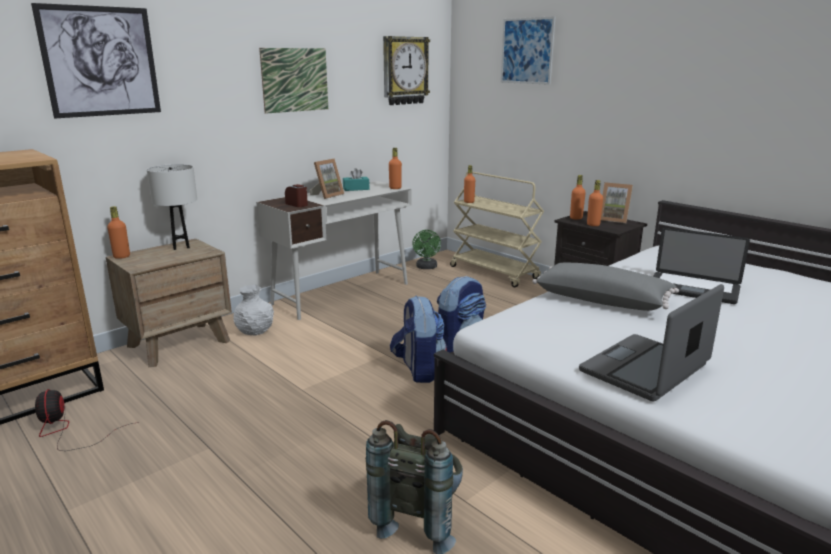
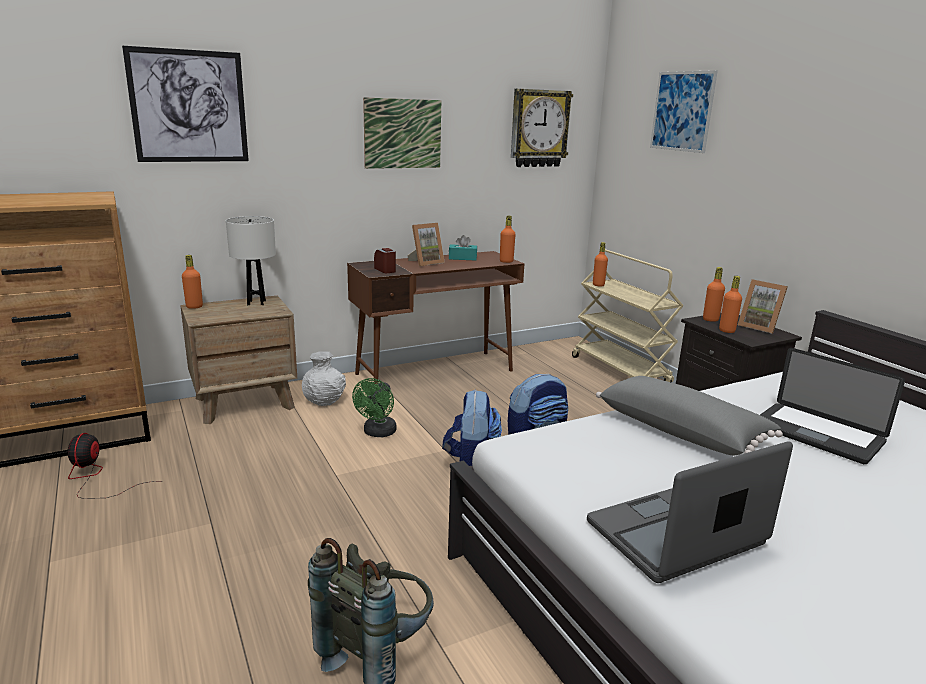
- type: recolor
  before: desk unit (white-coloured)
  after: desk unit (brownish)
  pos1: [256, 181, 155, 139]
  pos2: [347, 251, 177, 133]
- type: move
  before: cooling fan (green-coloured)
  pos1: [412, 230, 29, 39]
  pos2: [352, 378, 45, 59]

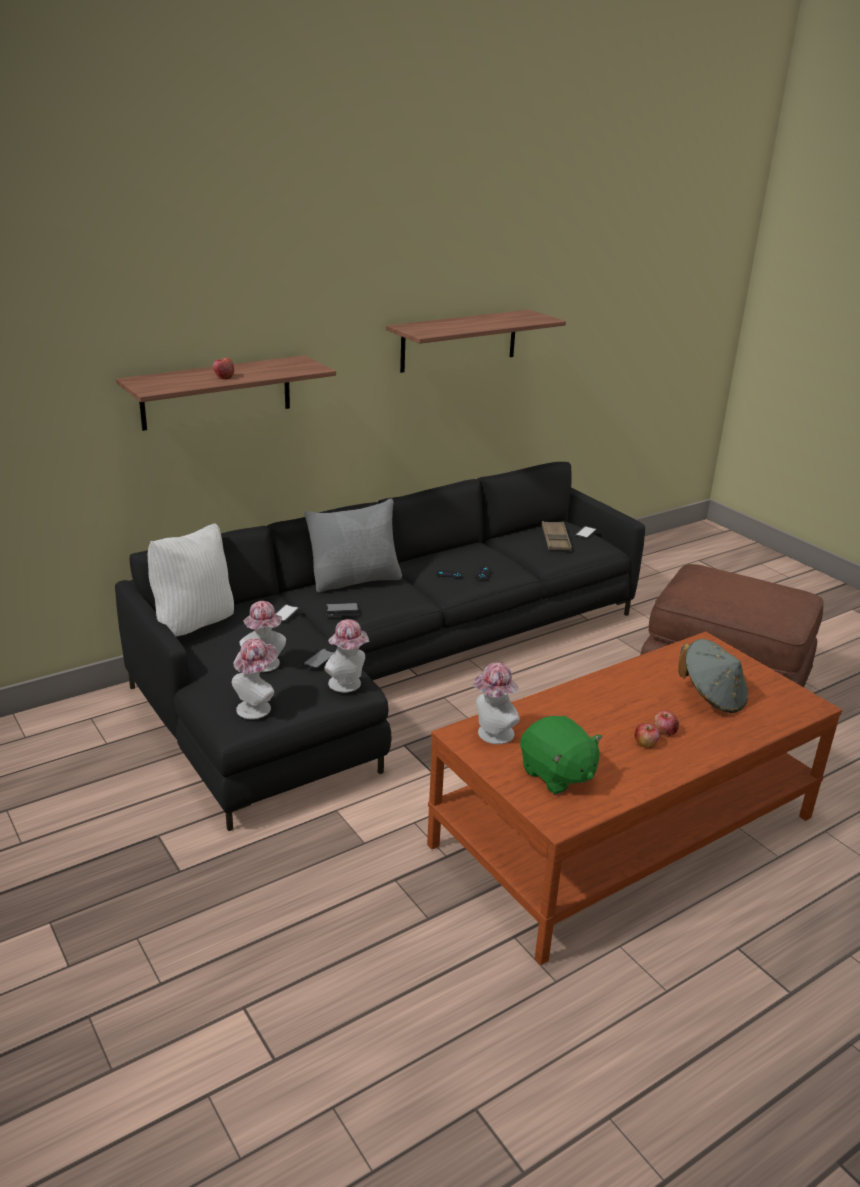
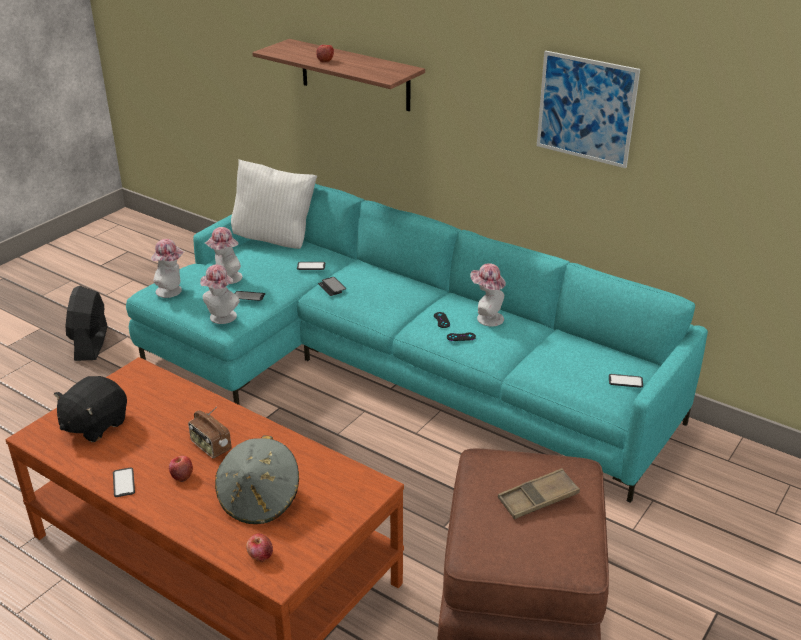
- type: replace
  before: bracket shelf
  after: wall art
  pos1: [386, 310, 180, 63]
  pos2: [537, 51, 103, 117]
- type: recolor
  before: settee (black)
  after: settee (blue-green)
  pos1: [115, 462, 530, 369]
  pos2: [126, 184, 582, 319]
- type: delete
  before: cushion (grey)
  pos1: [304, 499, 98, 94]
- type: move
  before: tray (brownish)
  pos1: [542, 521, 30, 30]
  pos2: [498, 468, 82, 51]
- type: move
  before: clothing hat
  pos1: [472, 663, 48, 81]
  pos2: [470, 263, 36, 63]
- type: recolor
  before: plush toy (green-coloured)
  after: plush toy (black)
  pos1: [520, 716, 83, 78]
  pos2: [54, 376, 73, 66]
- type: move
  before: whole apple
  pos1: [634, 723, 26, 25]
  pos2: [246, 533, 27, 30]
- type: insert
  after: cooling fan (black)
  pos2: [66, 286, 41, 75]
- type: insert
  after: radio receiver
  pos2: [188, 407, 44, 52]
- type: insert
  after: telephone
  pos2: [113, 467, 22, 30]

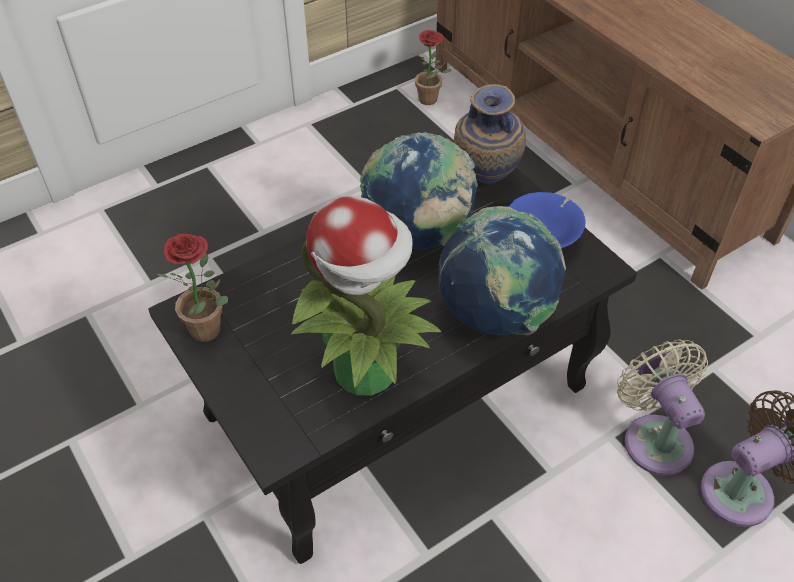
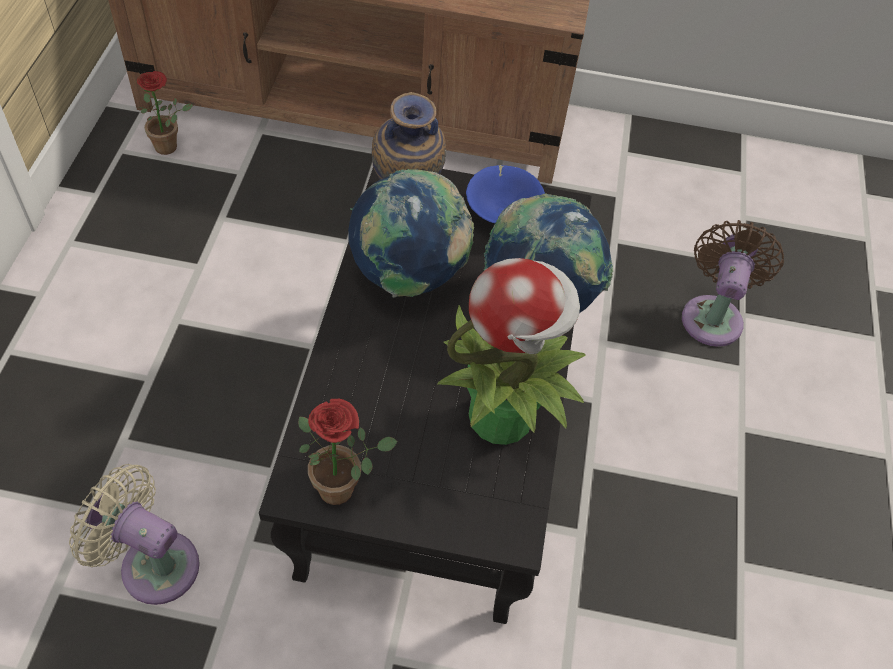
- type: move
  before: cooling fan (sand-coloured)
  pos1: [617, 339, 91, 137]
  pos2: [69, 464, 131, 141]

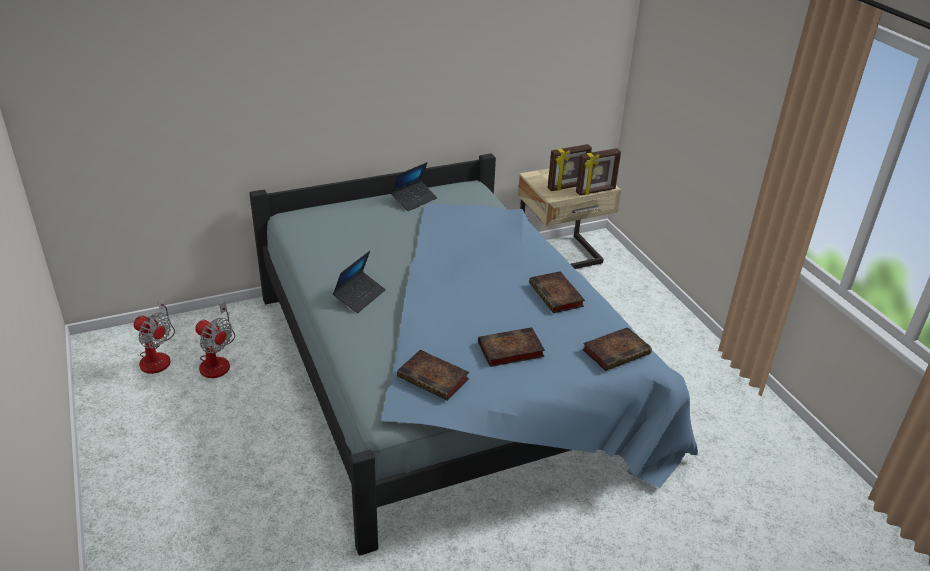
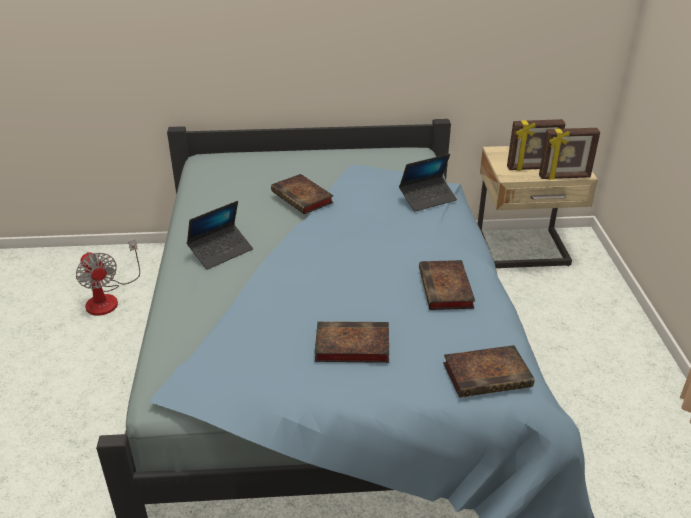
- type: move
  before: laptop
  pos1: [391, 162, 46, 49]
  pos2: [399, 154, 58, 58]
- type: delete
  before: cooling fan
  pos1: [134, 297, 41, 77]
- type: move
  before: book
  pos1: [397, 350, 72, 51]
  pos2: [271, 174, 63, 40]

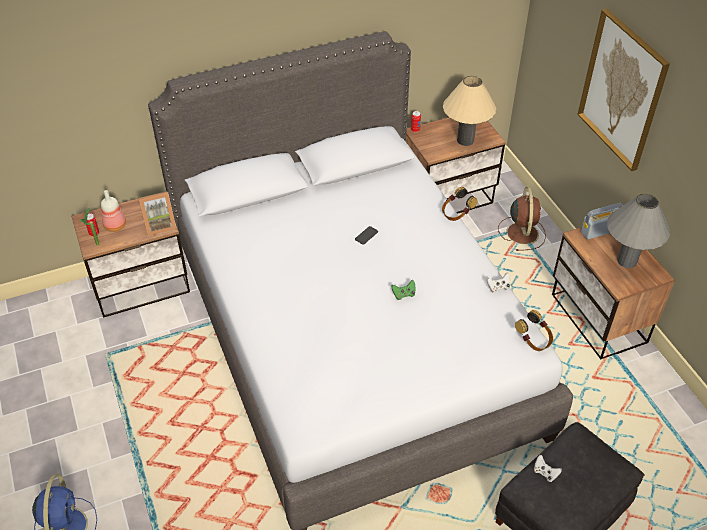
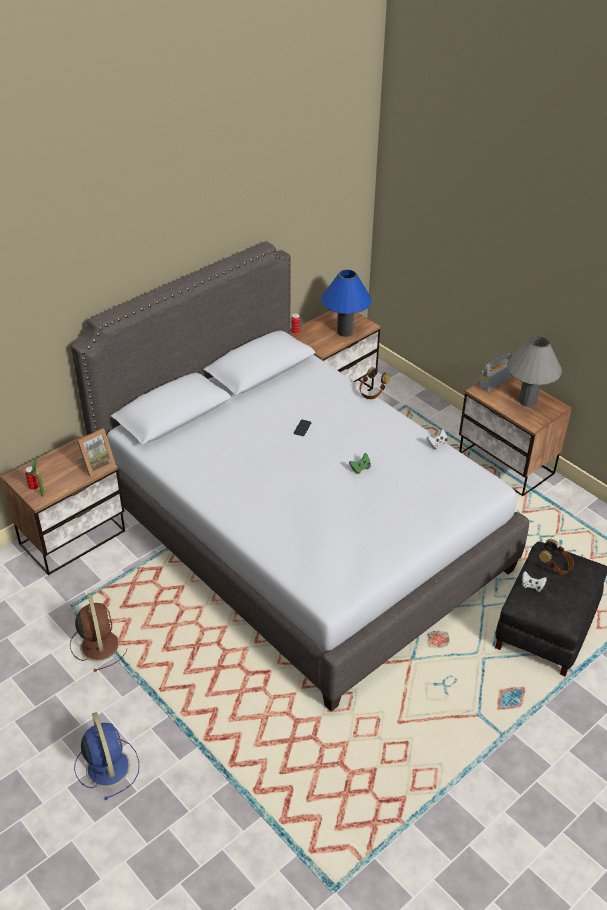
- type: delete
  before: wall art
  pos1: [577, 9, 93, 162]
- type: recolor
  before: tabletop lamp (sand-coloured)
  after: tabletop lamp (bluish)
  pos1: [443, 76, 53, 70]
  pos2: [321, 269, 51, 68]
- type: move
  before: cooling fan (brownish)
  pos1: [498, 187, 48, 64]
  pos2: [70, 593, 57, 79]
- type: delete
  before: beverage bottle
  pos1: [101, 190, 25, 42]
- type: move
  before: headset
  pos1: [515, 310, 38, 41]
  pos2: [539, 539, 35, 36]

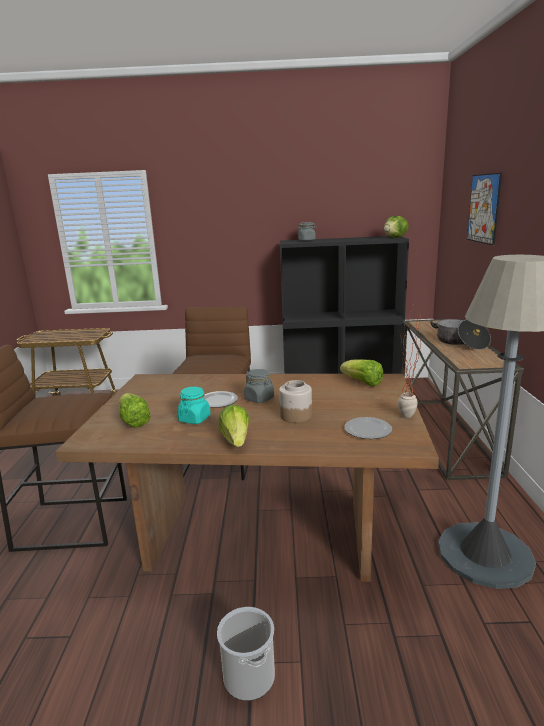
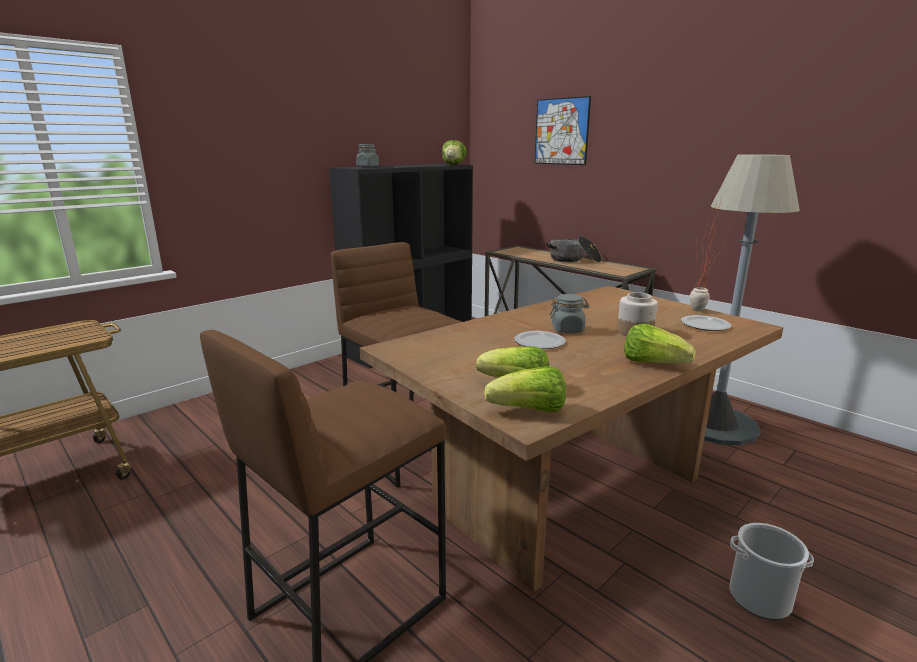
- type: move
  before: lettuce
  pos1: [340, 359, 43, 27]
  pos2: [484, 366, 82, 47]
- type: delete
  before: storage jar (blue-green)
  pos1: [177, 387, 34, 37]

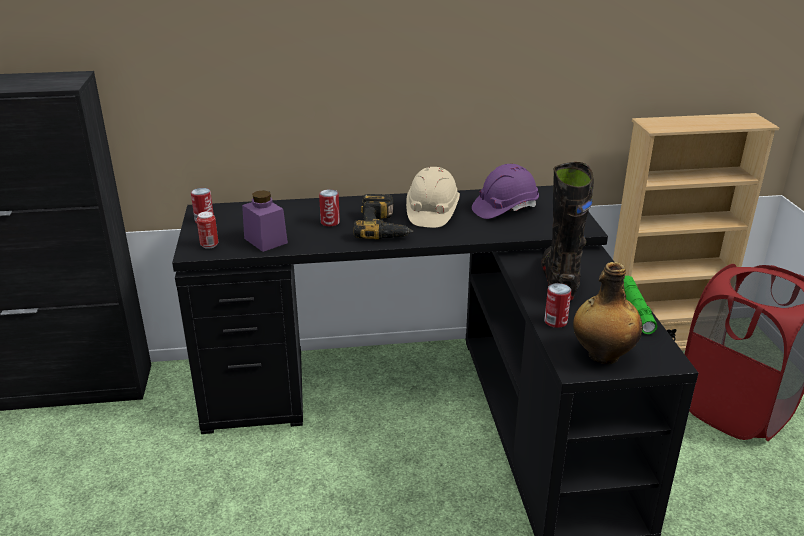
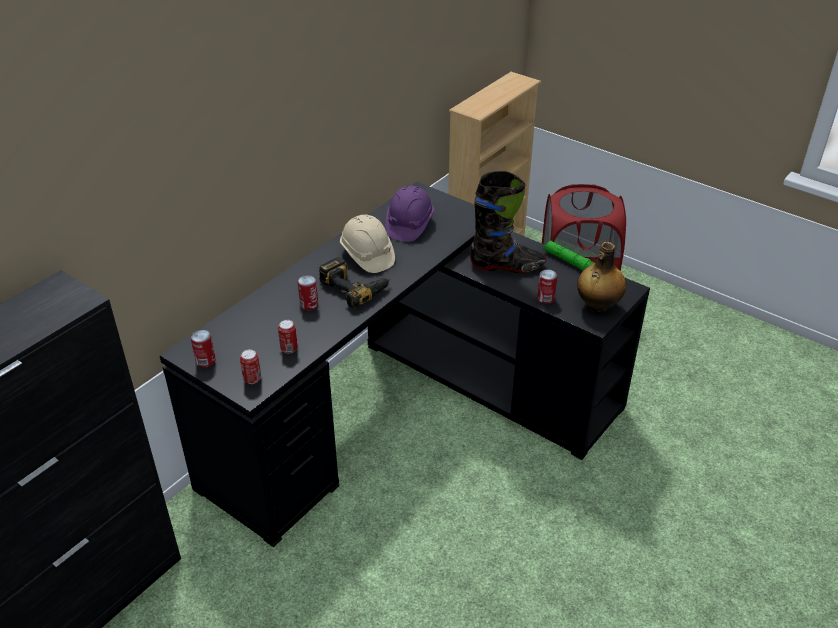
- type: rotate
  before: tall boot (black)
  pos1: [541, 162, 53, 138]
  pos2: [470, 171, 76, 102]
  turn: 135
- type: replace
  before: storage jar (purplish)
  after: sealed can
  pos1: [242, 190, 46, 62]
  pos2: [278, 320, 20, 34]

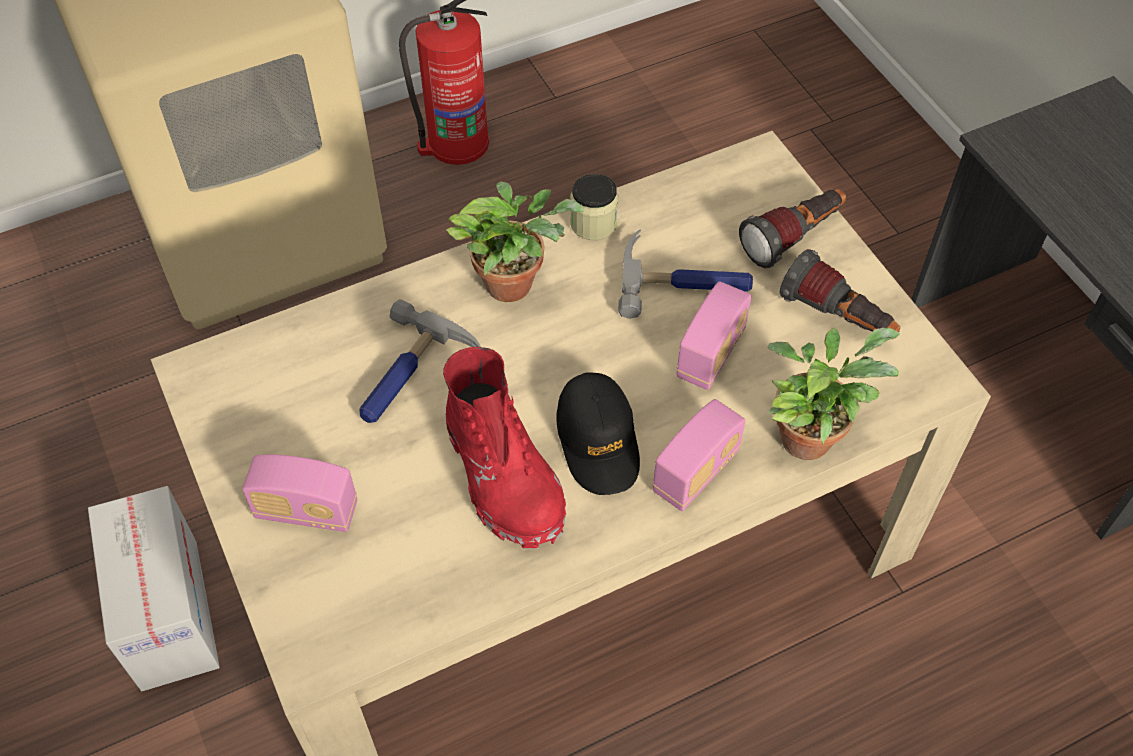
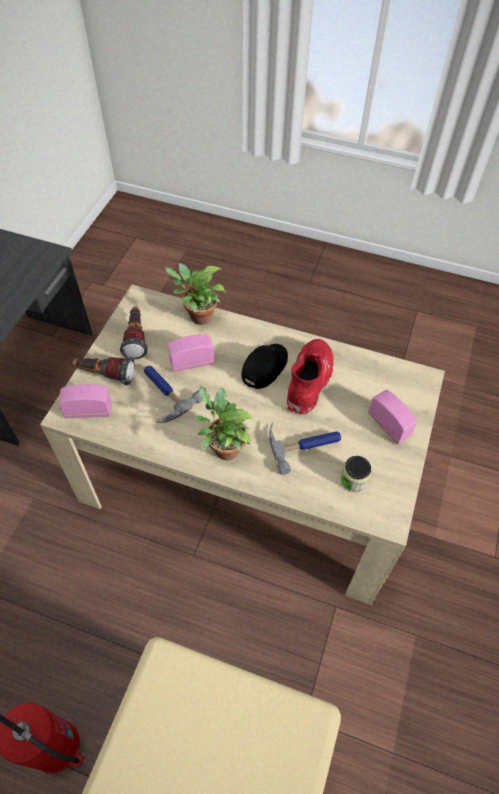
- type: move
  before: storage jar
  pos1: [570, 174, 48, 66]
  pos2: [340, 456, 31, 36]
- type: move
  before: radio receiver
  pos1: [652, 399, 94, 112]
  pos2: [59, 384, 53, 34]
- type: delete
  before: cardboard box
  pos1: [88, 486, 132, 205]

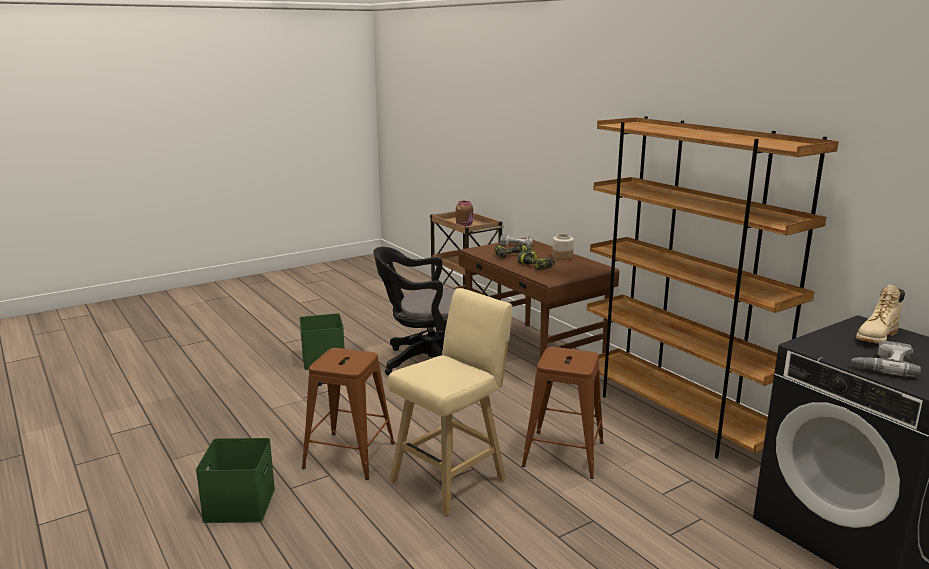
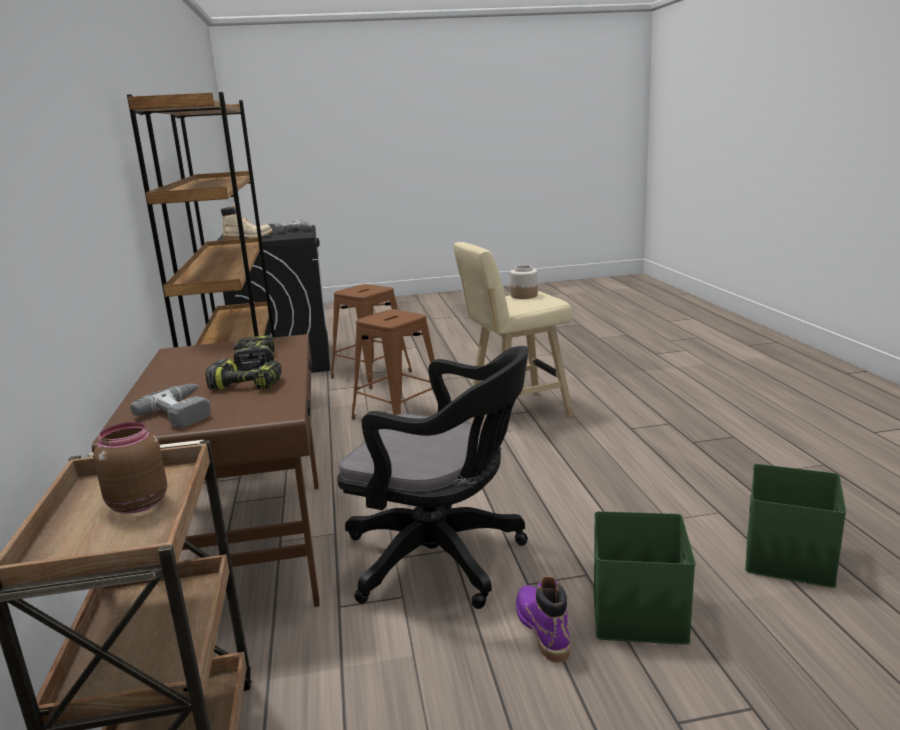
- type: move
  before: storage jar
  pos1: [552, 234, 22, 26]
  pos2: [510, 265, 28, 34]
- type: move
  before: stool (brownish)
  pos1: [302, 348, 93, 132]
  pos2: [331, 284, 81, 105]
- type: move
  before: storage bin (green-coloured)
  pos1: [196, 438, 79, 85]
  pos2: [745, 464, 101, 124]
- type: insert
  after: tall boot (purplish)
  pos2: [516, 577, 54, 86]

